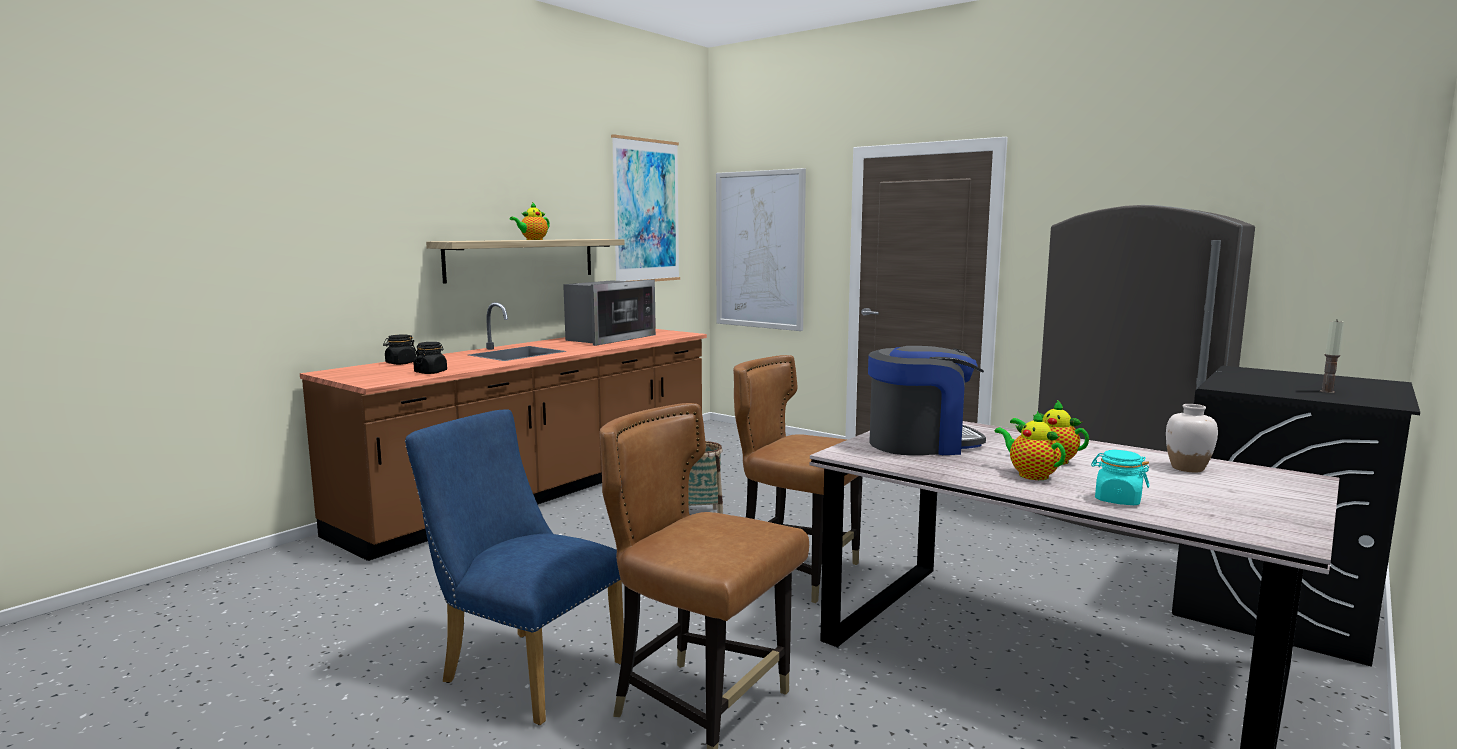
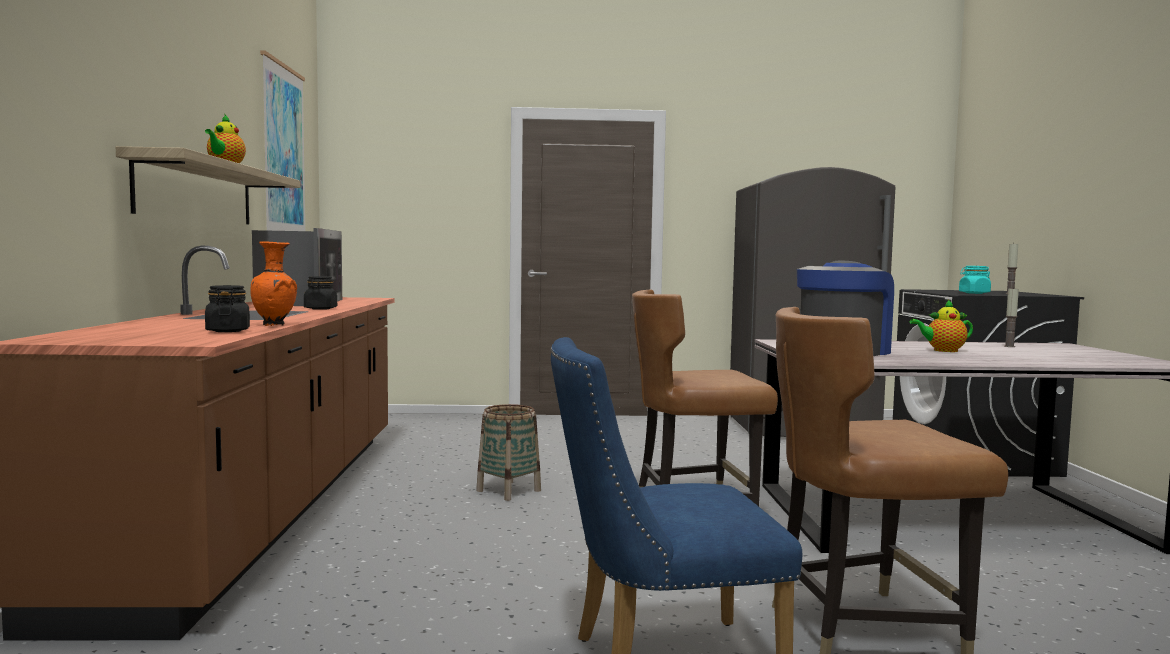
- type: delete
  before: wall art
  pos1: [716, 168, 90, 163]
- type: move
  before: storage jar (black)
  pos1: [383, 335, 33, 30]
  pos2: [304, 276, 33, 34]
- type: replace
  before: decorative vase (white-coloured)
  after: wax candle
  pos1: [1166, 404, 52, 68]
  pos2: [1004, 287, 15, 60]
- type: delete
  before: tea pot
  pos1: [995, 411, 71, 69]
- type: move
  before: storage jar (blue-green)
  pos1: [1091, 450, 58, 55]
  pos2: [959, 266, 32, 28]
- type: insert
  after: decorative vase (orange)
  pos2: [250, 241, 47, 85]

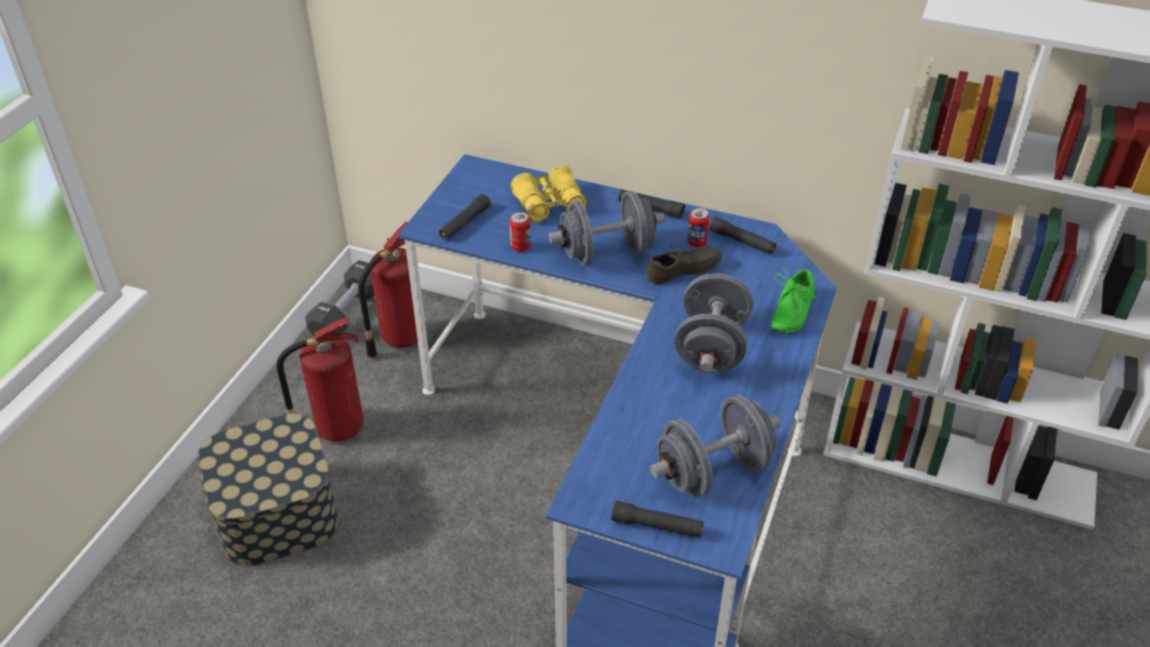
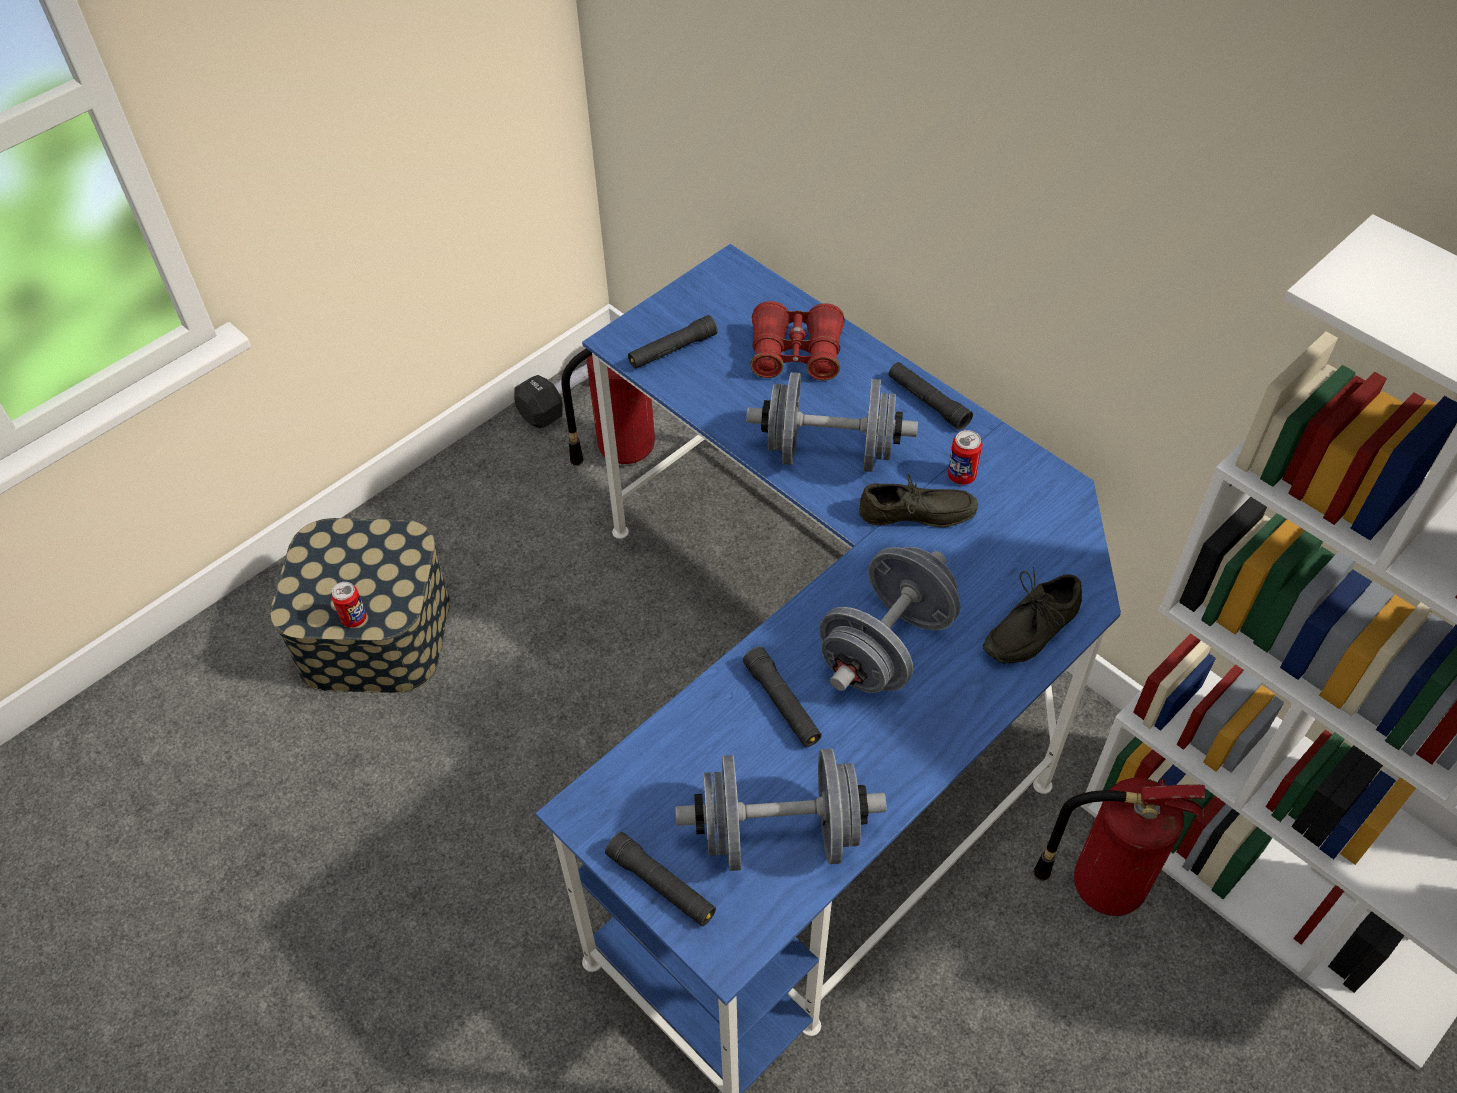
- type: recolor
  before: field glasses (yellow-coloured)
  after: field glasses (reddish)
  pos1: [511, 165, 77, 57]
  pos2: [750, 301, 95, 80]
- type: move
  before: sealed can
  pos1: [510, 212, 21, 40]
  pos2: [331, 582, 36, 46]
- type: move
  before: hand torch (black)
  pos1: [709, 217, 67, 37]
  pos2: [743, 647, 79, 100]
- type: recolor
  before: low shoe (green-coloured)
  after: low shoe (grey)
  pos1: [771, 267, 44, 66]
  pos2: [983, 566, 99, 97]
- type: move
  before: fire-fighting cylinder
  pos1: [276, 317, 88, 124]
  pos2: [1033, 778, 172, 138]

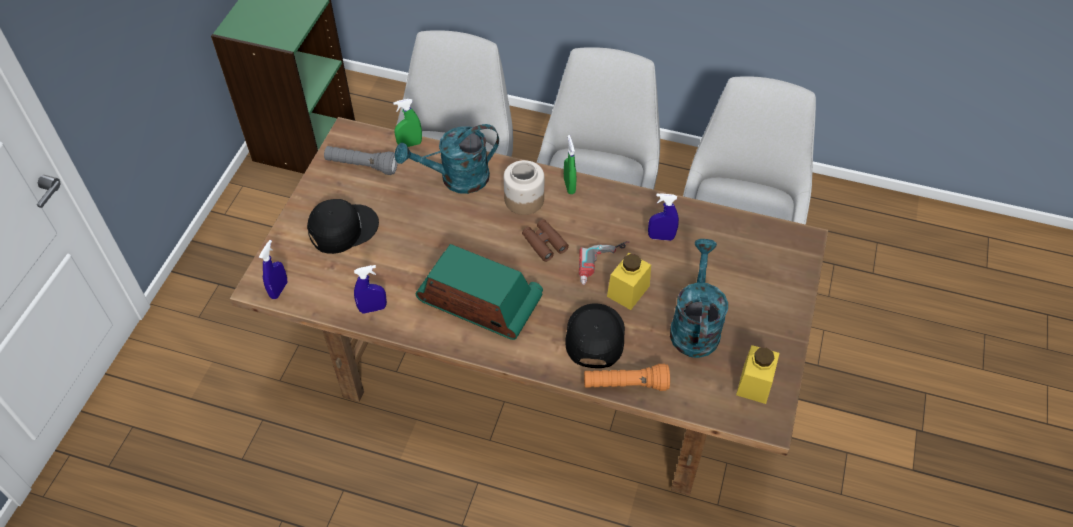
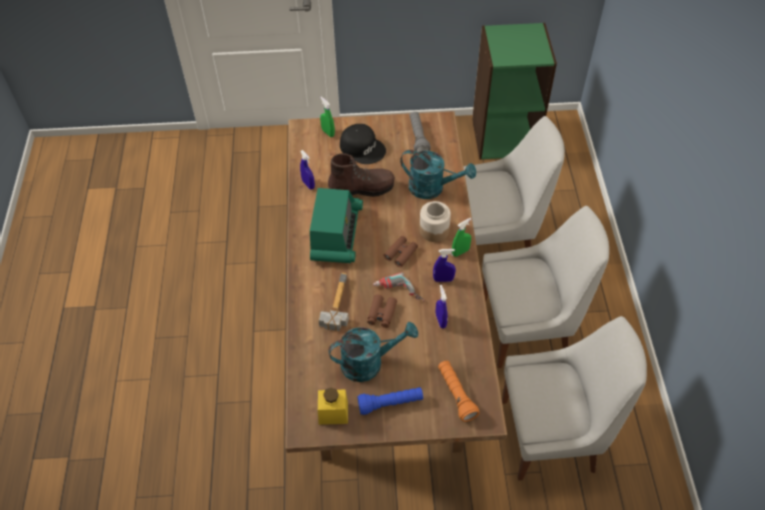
- type: move
  before: spray bottle (green-coloured)
  pos1: [393, 99, 29, 48]
  pos2: [320, 97, 15, 40]
- type: rotate
  before: sprinkling can (blue-green)
  pos1: [395, 124, 104, 70]
  pos2: [400, 150, 76, 49]
  turn: 150
- type: move
  before: spray bottle (bluish)
  pos1: [259, 240, 28, 59]
  pos2: [433, 249, 23, 33]
- type: replace
  before: storage jar (yellow-coloured)
  after: field glasses (brownish)
  pos1: [607, 253, 44, 57]
  pos2: [367, 294, 30, 34]
- type: replace
  before: baseball cap (black)
  after: tool hammer
  pos1: [566, 303, 59, 65]
  pos2: [318, 273, 31, 58]
- type: move
  before: hand torch (orange)
  pos1: [584, 364, 86, 27]
  pos2: [438, 361, 41, 61]
- type: insert
  after: tall boot (brownish)
  pos2: [328, 153, 67, 44]
- type: insert
  after: hand torch (bluish)
  pos2: [358, 387, 65, 28]

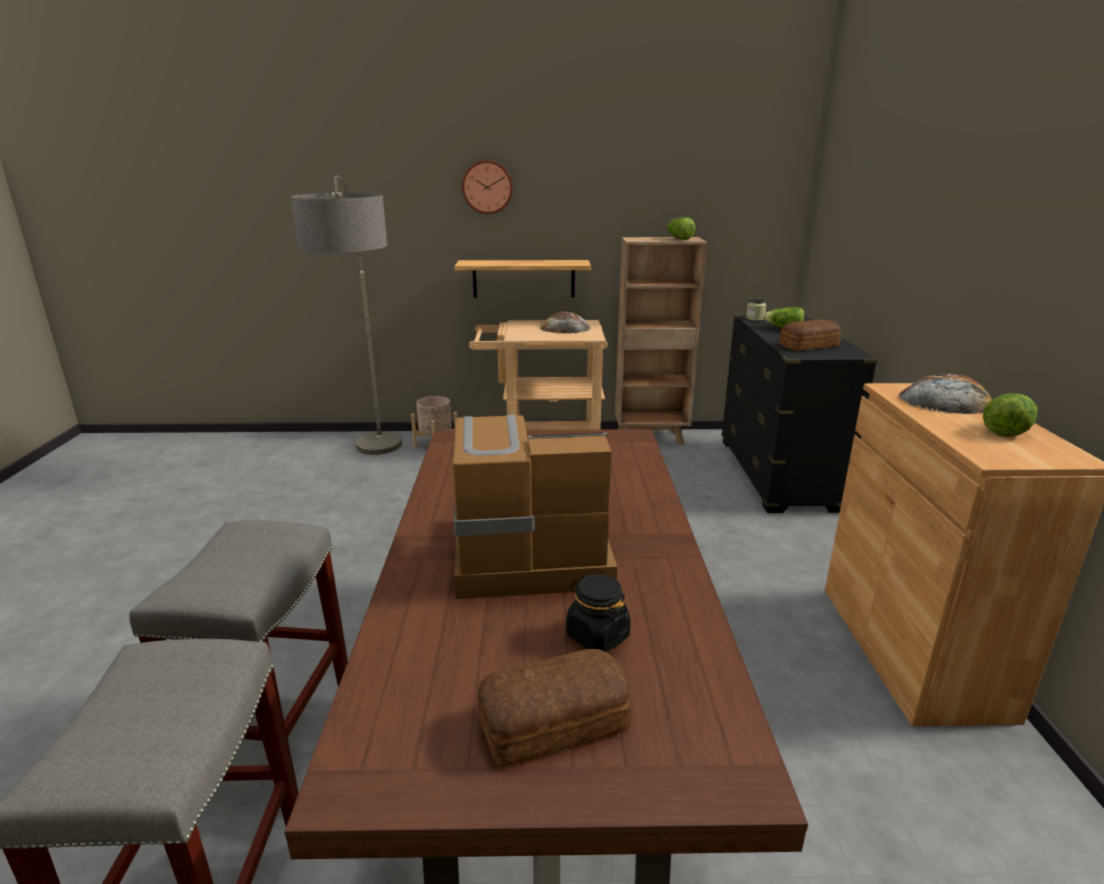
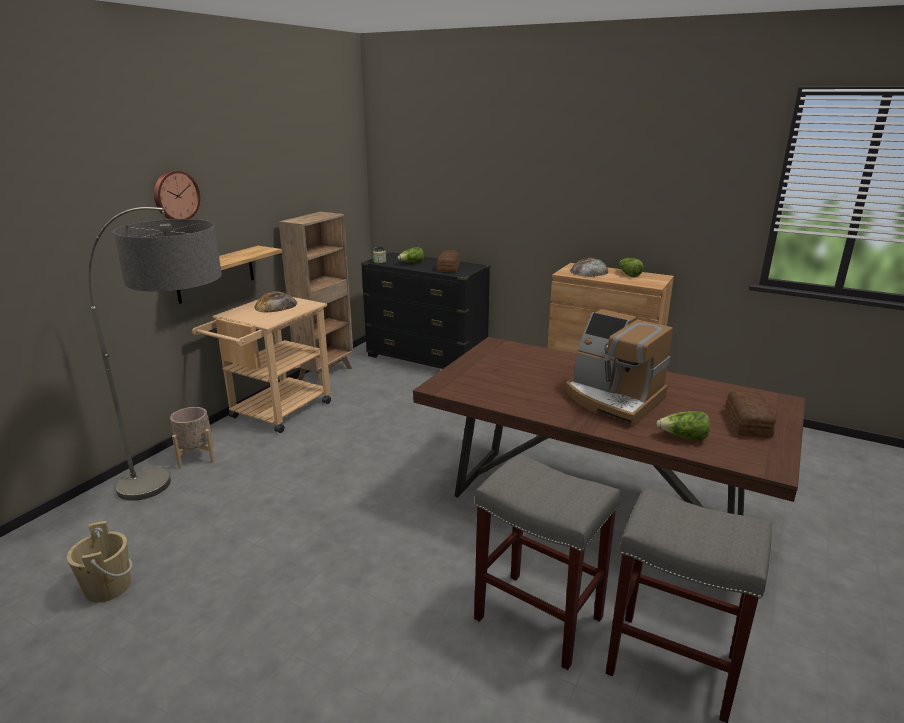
- type: move
  before: lettuce
  pos1: [667, 217, 28, 23]
  pos2: [656, 411, 54, 29]
- type: rotate
  before: coffee machine
  pos1: [453, 414, 164, 185]
  pos2: [566, 309, 107, 118]
  turn: -75
- type: delete
  before: storage jar (black)
  pos1: [566, 574, 65, 78]
- type: insert
  after: water bucket (sand-coloured)
  pos2: [67, 521, 66, 82]

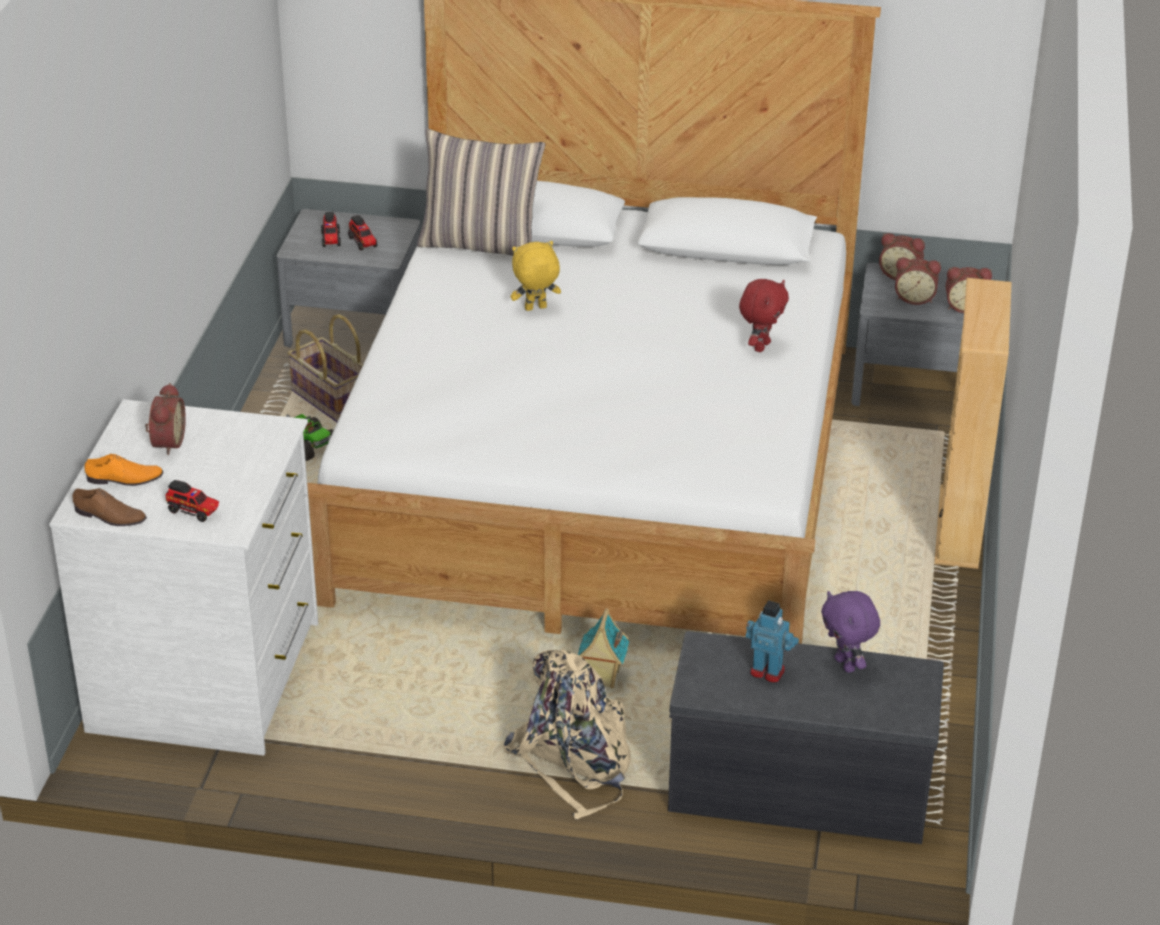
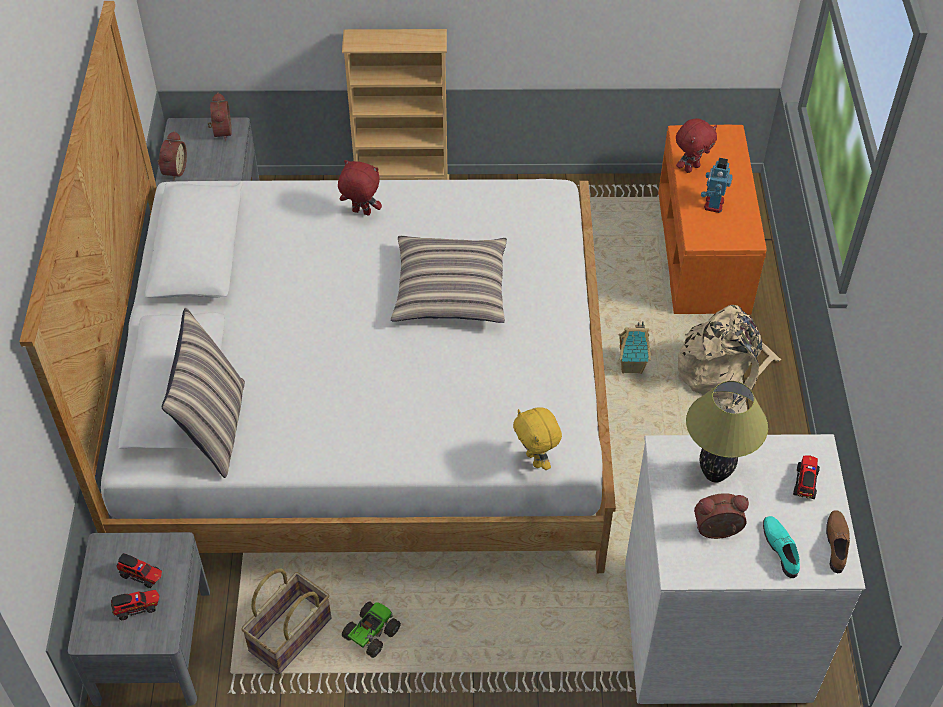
- type: rotate
  before: toy lorry
  pos1: [348, 215, 30, 36]
  pos2: [117, 553, 45, 35]
  turn: 60
- type: move
  before: plush toy (yellow-coloured)
  pos1: [511, 241, 50, 70]
  pos2: [513, 407, 49, 63]
- type: delete
  before: table clock
  pos1: [895, 257, 46, 48]
- type: recolor
  before: low shoe (orange)
  after: low shoe (blue-green)
  pos1: [84, 454, 79, 32]
  pos2: [763, 516, 37, 62]
- type: recolor
  before: plush toy (purplish)
  after: plush toy (reddish)
  pos1: [821, 591, 59, 82]
  pos2: [676, 118, 41, 55]
- type: recolor
  before: long seat (grey)
  after: long seat (orange)
  pos1: [668, 631, 276, 213]
  pos2: [658, 125, 109, 189]
- type: insert
  after: cushion
  pos2: [391, 236, 116, 87]
- type: insert
  after: tabletop lamp
  pos2: [686, 381, 82, 101]

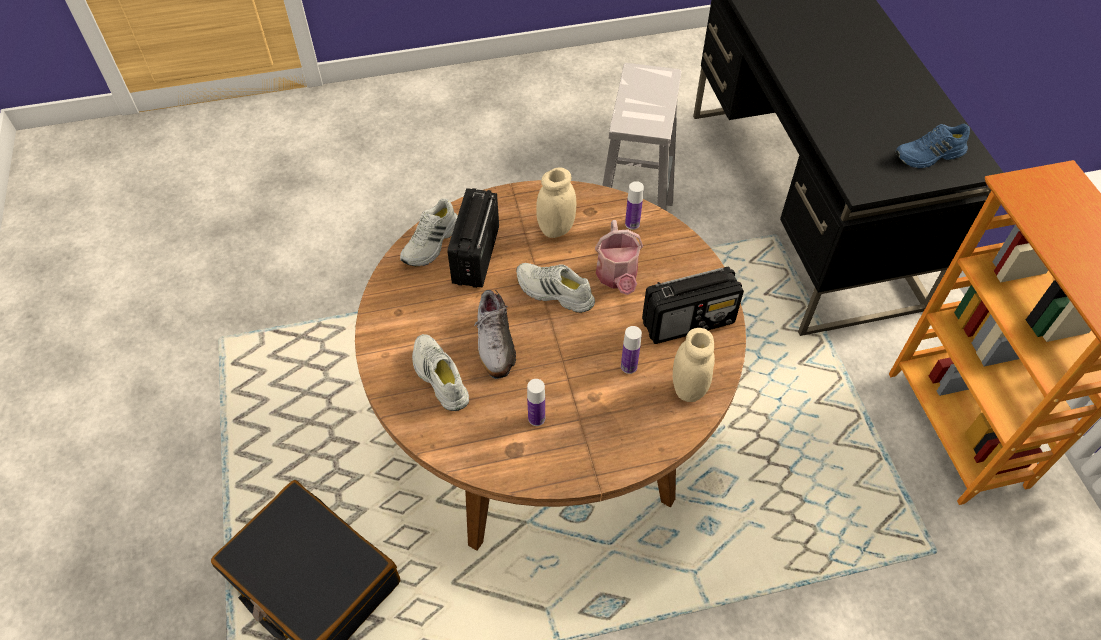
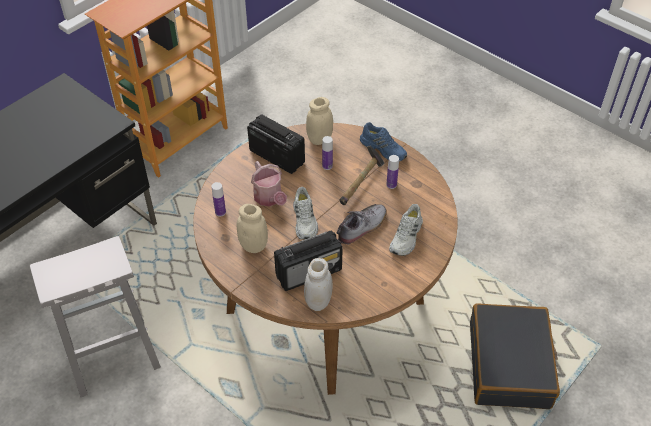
- type: move
  before: low shoe (bluish)
  pos1: [895, 124, 75, 45]
  pos2: [360, 122, 47, 40]
- type: replace
  before: low shoe (white-coloured)
  after: storage jar (white-coloured)
  pos1: [400, 198, 58, 68]
  pos2: [304, 258, 29, 53]
- type: rotate
  before: sprinkling can
  pos1: [595, 220, 48, 75]
  pos2: [251, 161, 36, 45]
  turn: 105
- type: insert
  after: tool hammer
  pos2: [340, 146, 44, 59]

